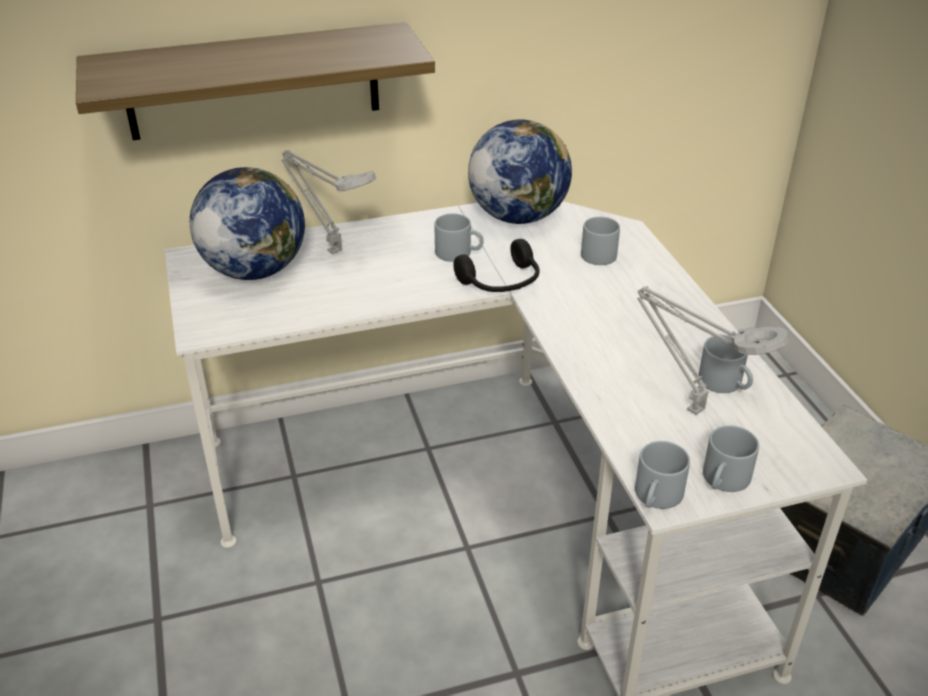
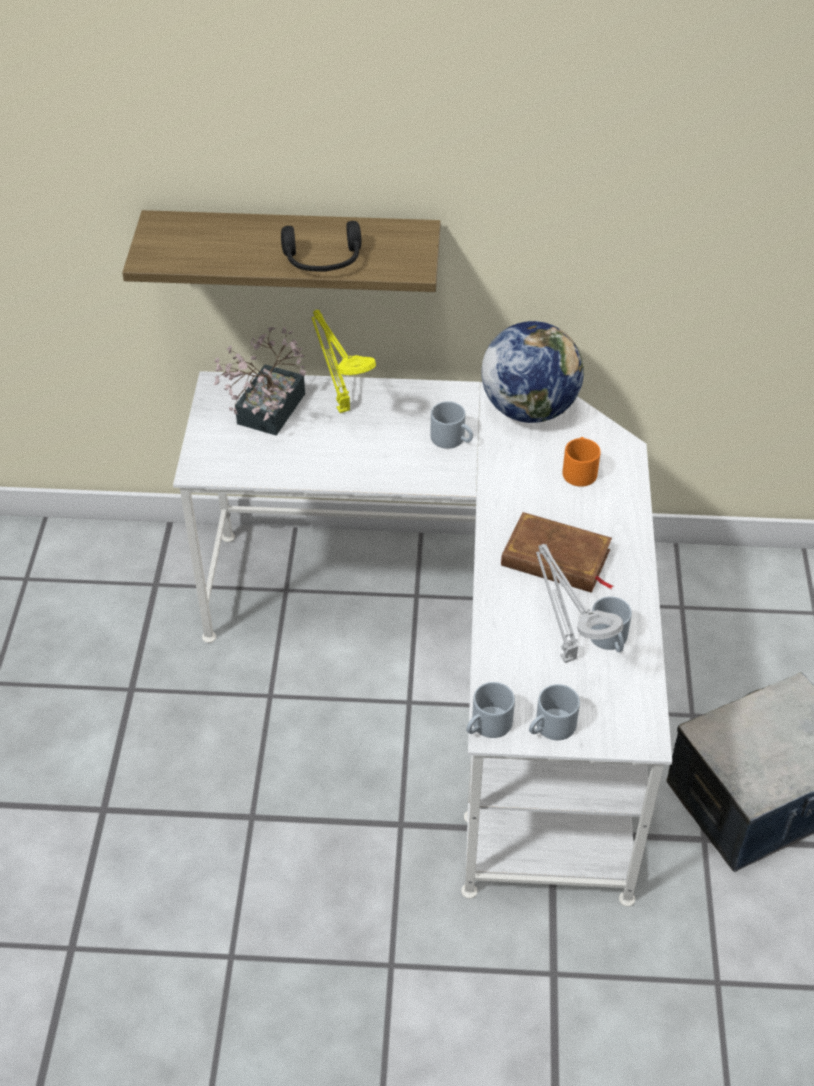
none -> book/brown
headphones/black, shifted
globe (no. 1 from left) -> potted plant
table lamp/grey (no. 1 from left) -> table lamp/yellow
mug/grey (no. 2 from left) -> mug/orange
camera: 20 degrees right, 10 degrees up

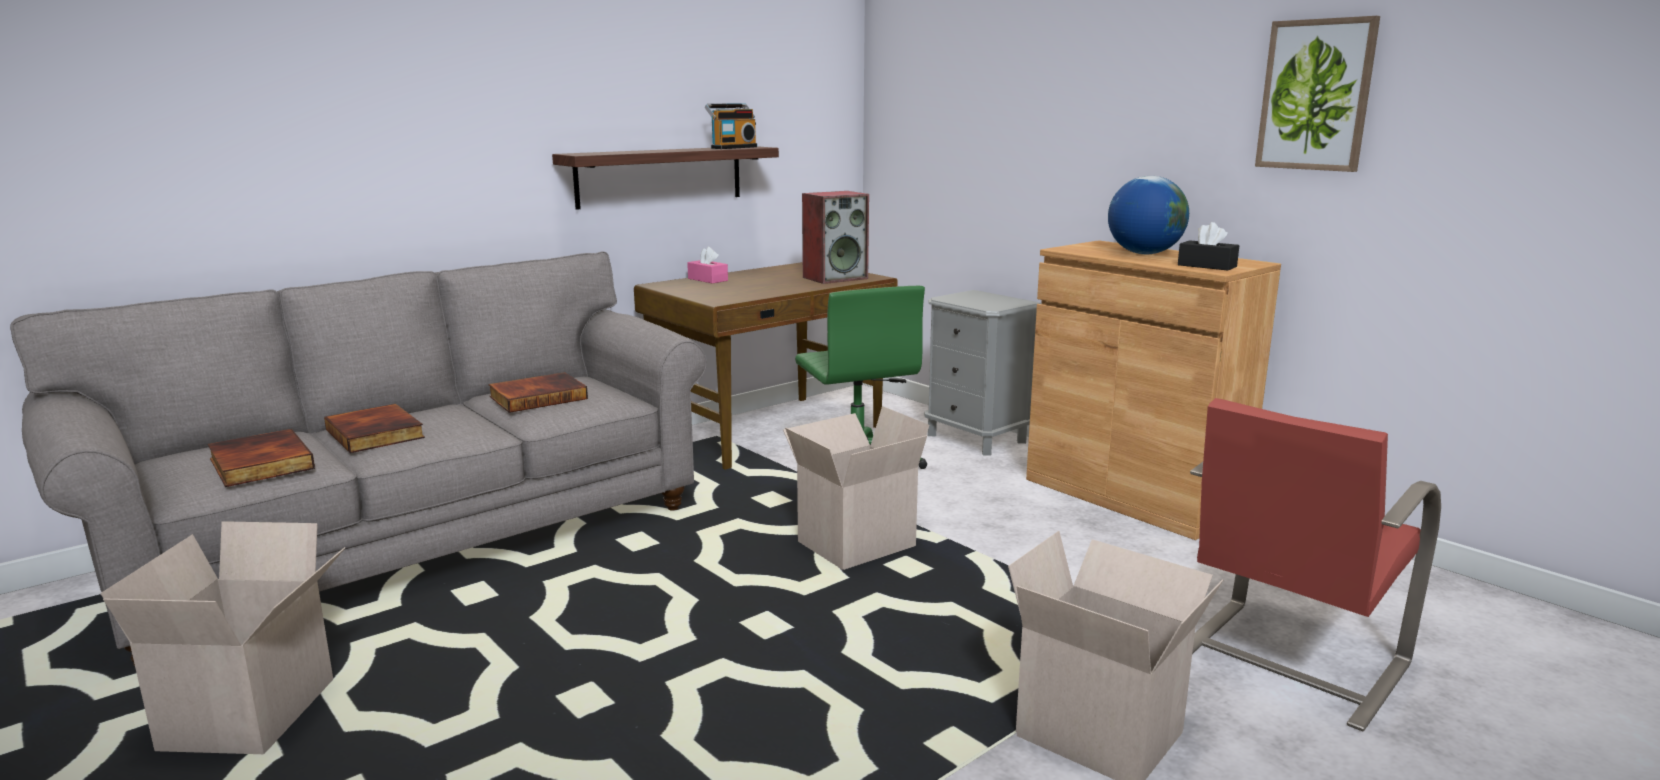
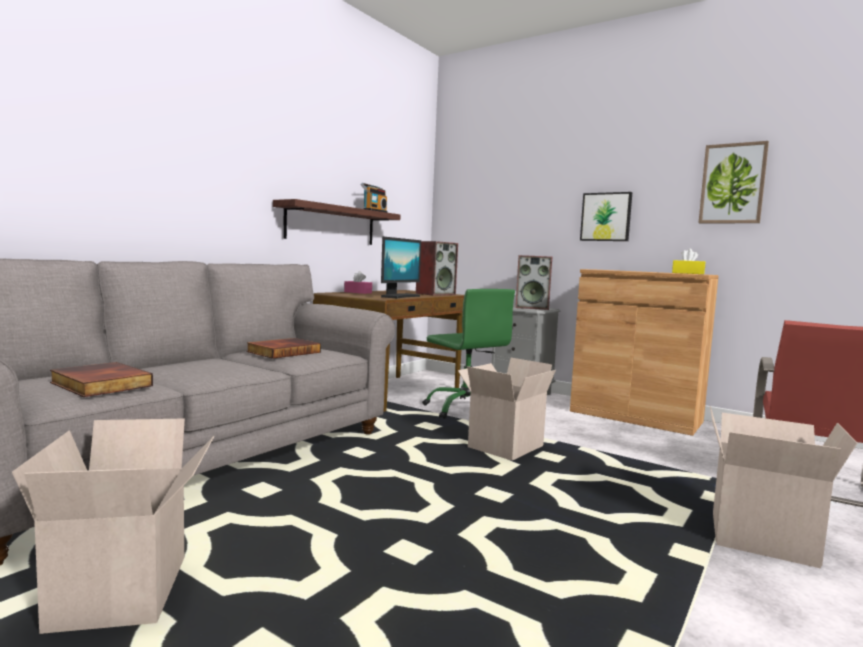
book (no. 2 from left) -> none
globe -> none
none -> monitor
none -> speaker (no. 2 from left)
none -> picture (no. 1 from left)
tissue box/black -> tissue box/yellow
camera: 15 degrees left, 10 degrees down

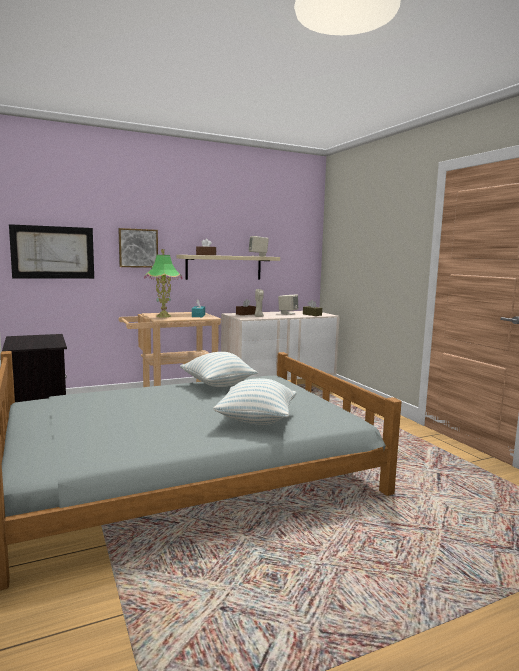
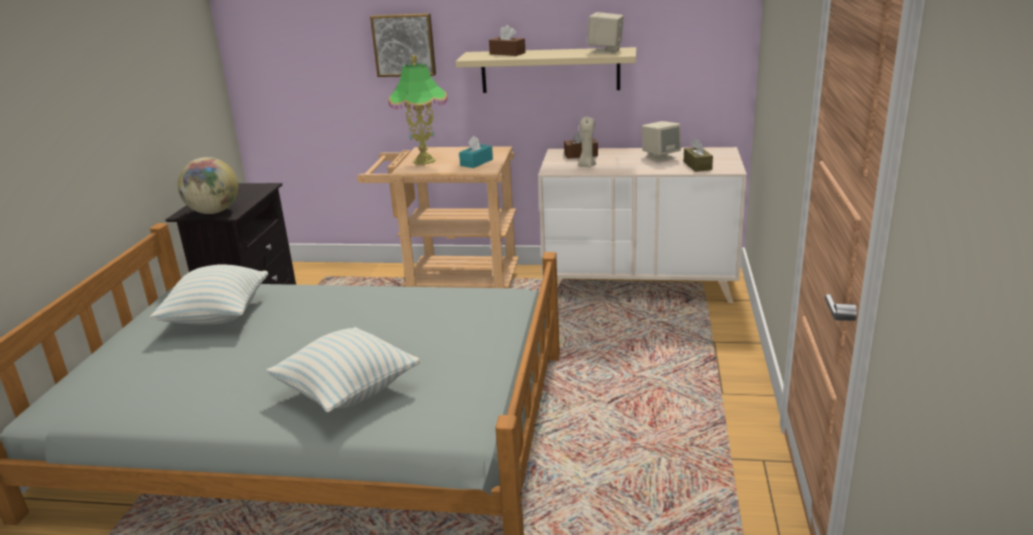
picture (no. 1 from left) -> none
none -> globe
pillow (no. 1 from left), shifted
camera: 35 degrees right, 15 degrees up

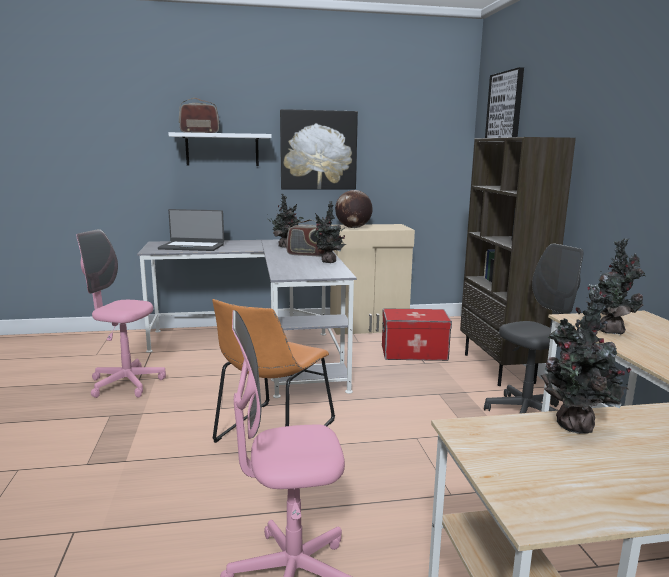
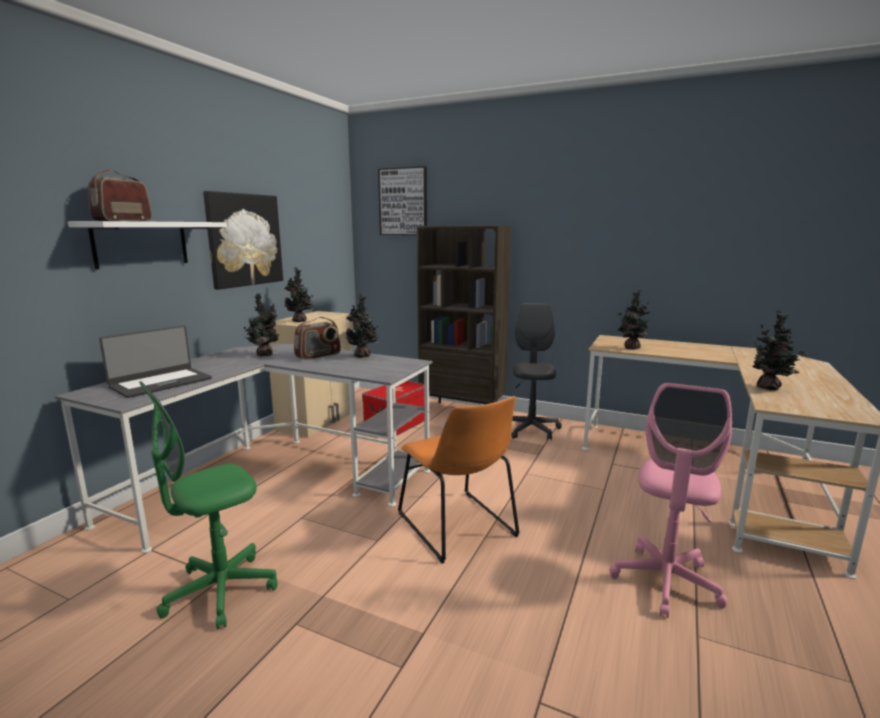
globe -> potted plant (no. 2 from left)
office chair/pink (no. 1 from left) -> office chair/green
camera: 55 degrees left, 0 degrees up

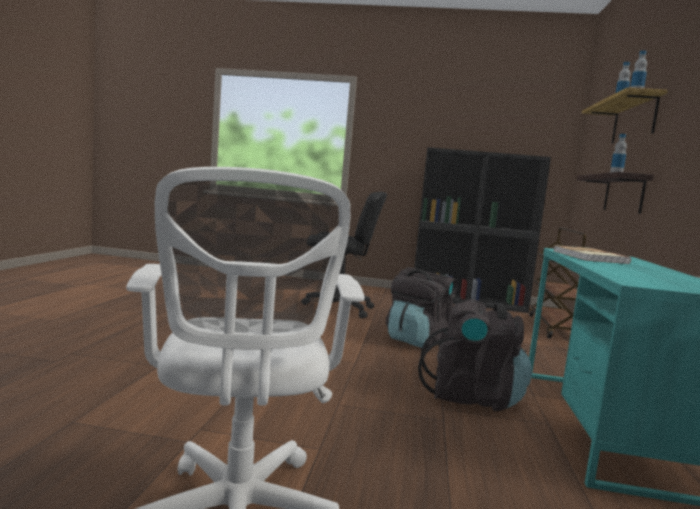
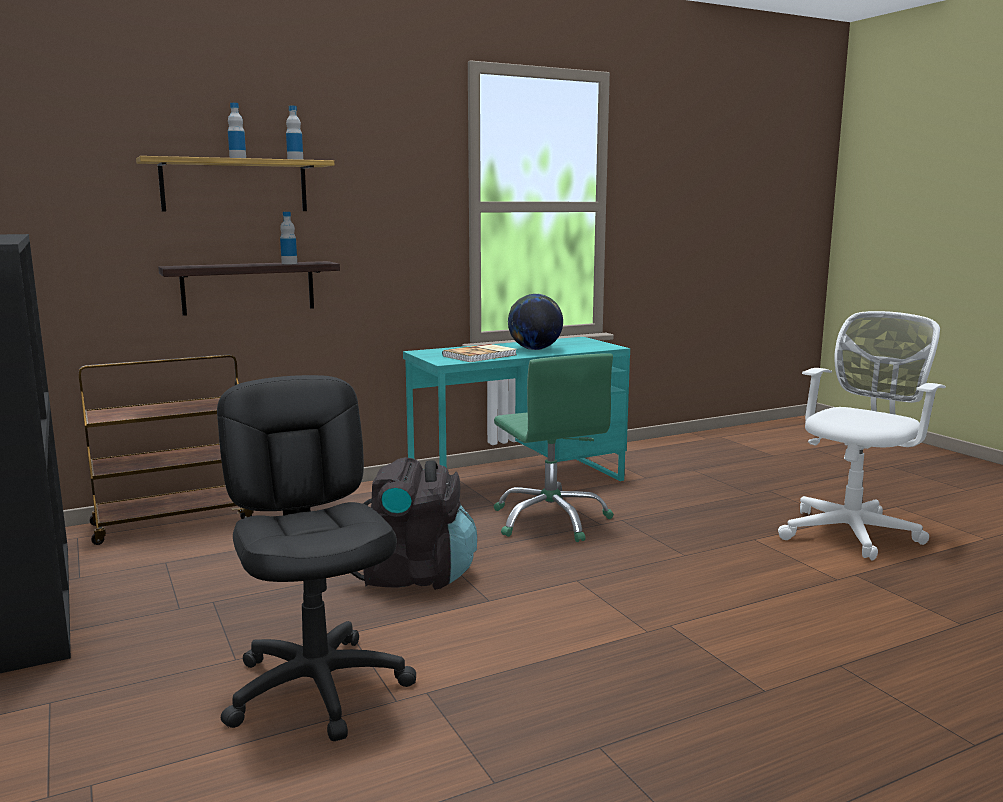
none -> globe
backpack/black (no. 2 from left) -> office chair/green
camera: 125 degrees left, 5 degrees up

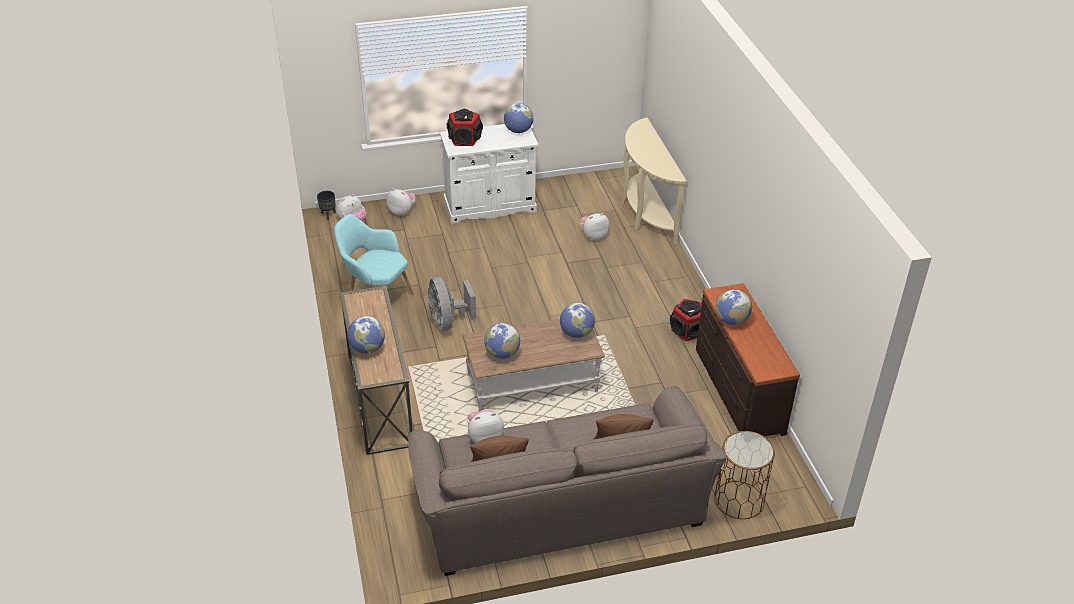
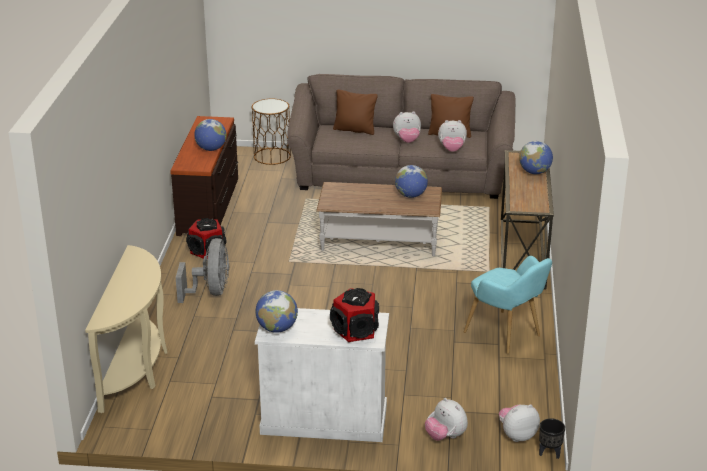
globe (no. 4 from left) -> none
fan/grey, shifted
plush toy (no. 4 from left in the first image) -> plush toy (no. 1 from left), shifted
camera: 160 degrees left, 10 degrees down

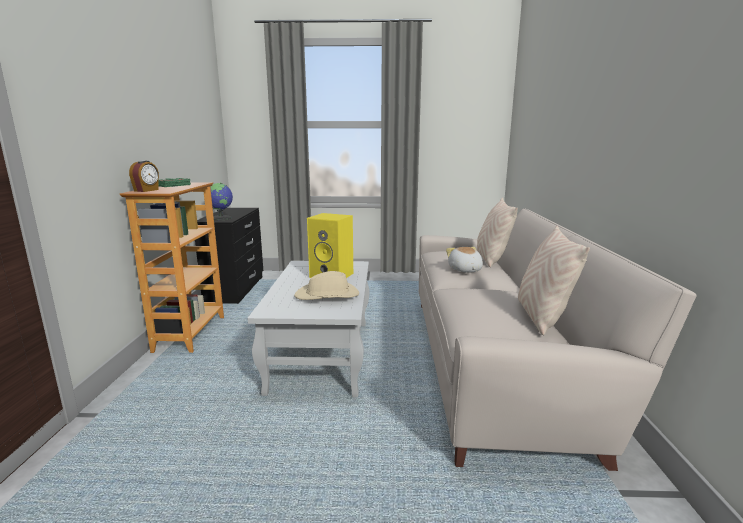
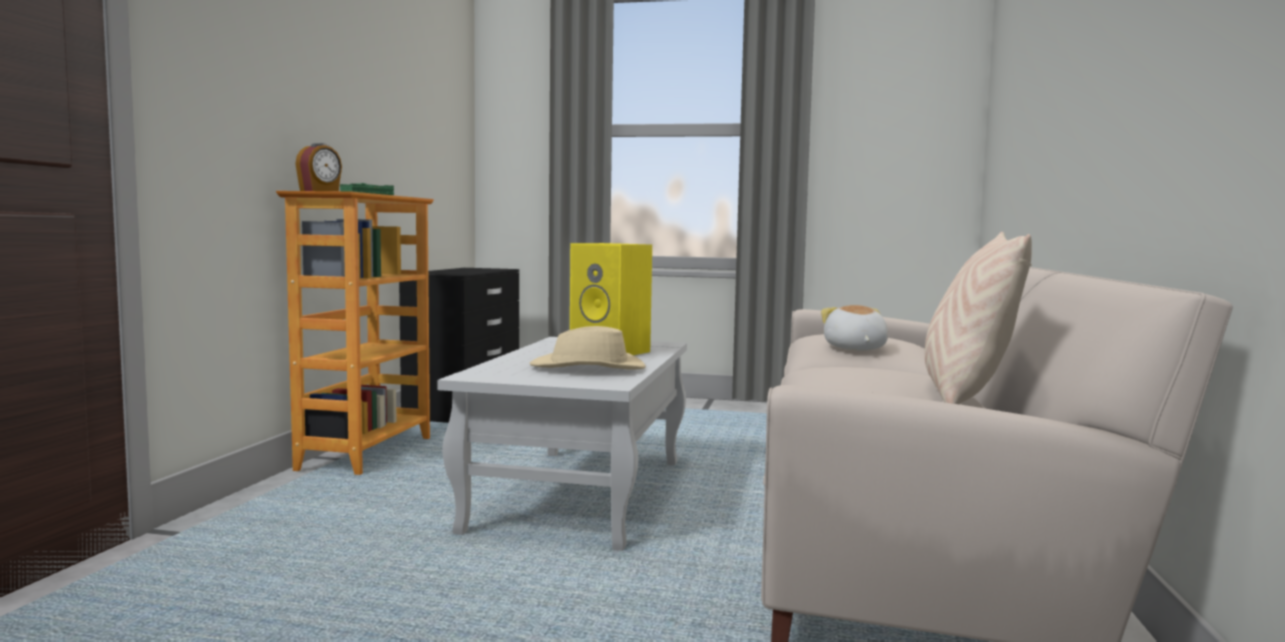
globe -> none
pillow/beige (no. 1 from left) -> none
camera: 10 degrees right, 10 degrees down

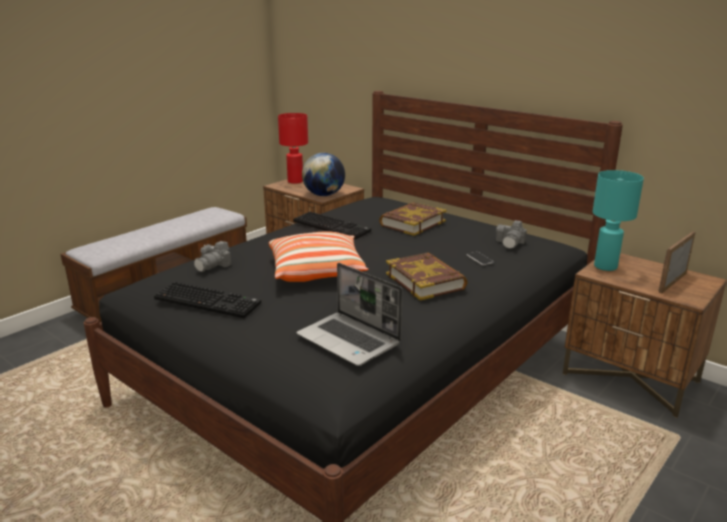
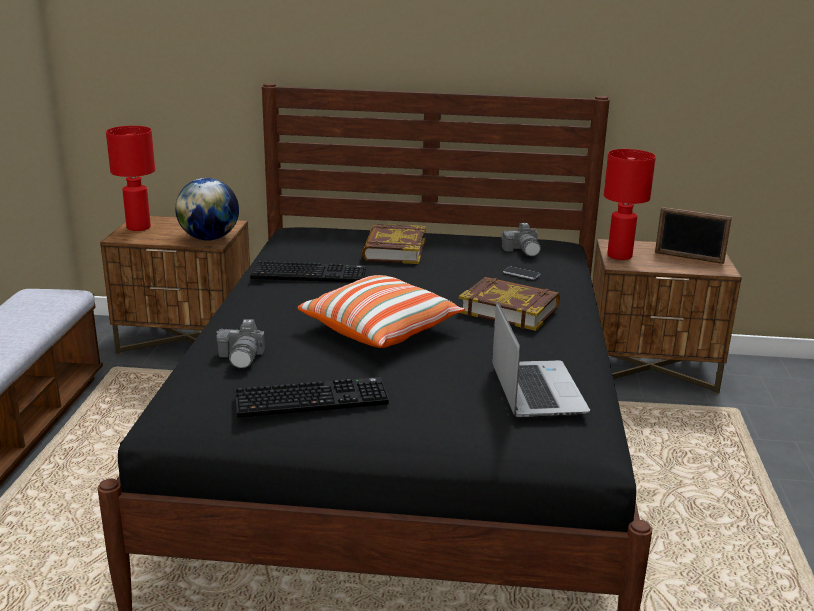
table lamp/turquoise -> table lamp/red (no. 2 from left)
laptop, 105 degrees counterclockwise
picture frame, 75 degrees counterclockwise
camera: 35 degrees left, 0 degrees up

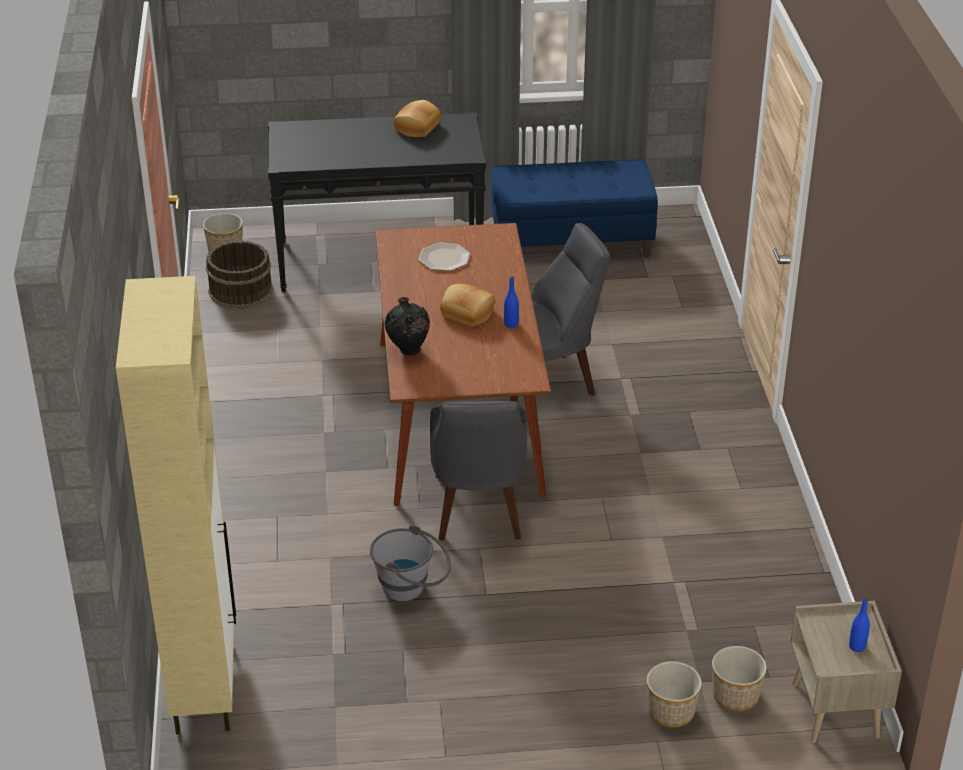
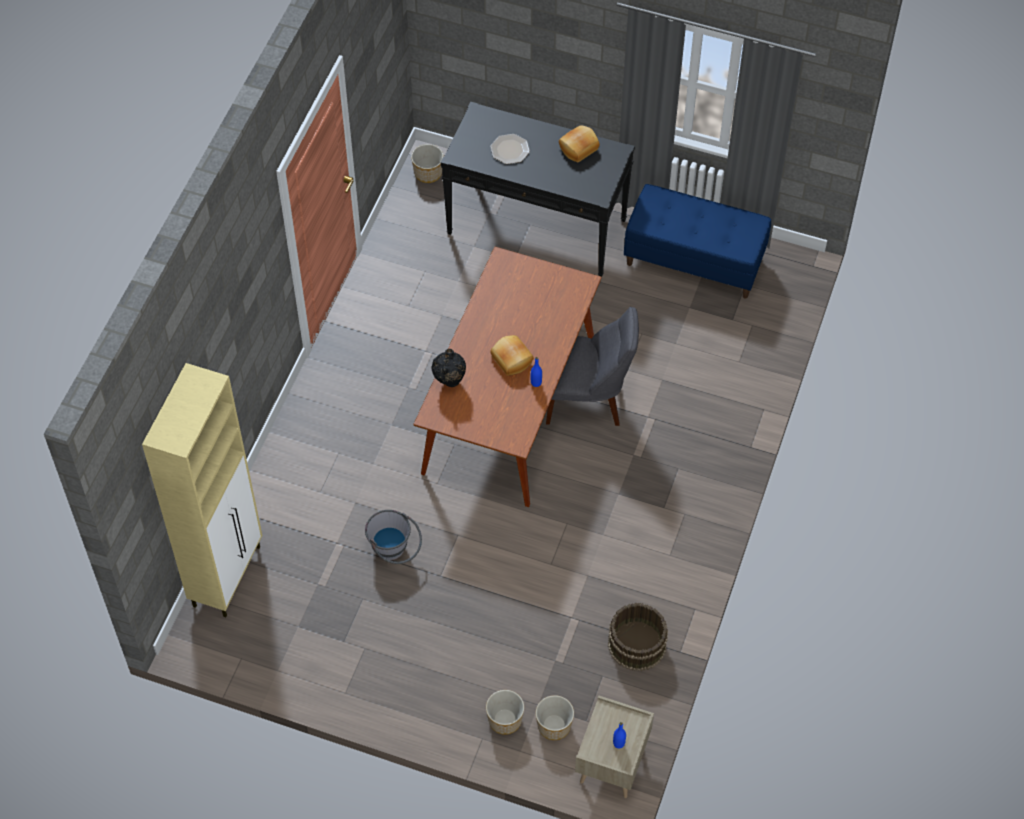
chair/grey (no. 1 from left) -> none
bucket/brown, shifted
plate, shifted
camera: 25 degrees right, 20 degrees up

